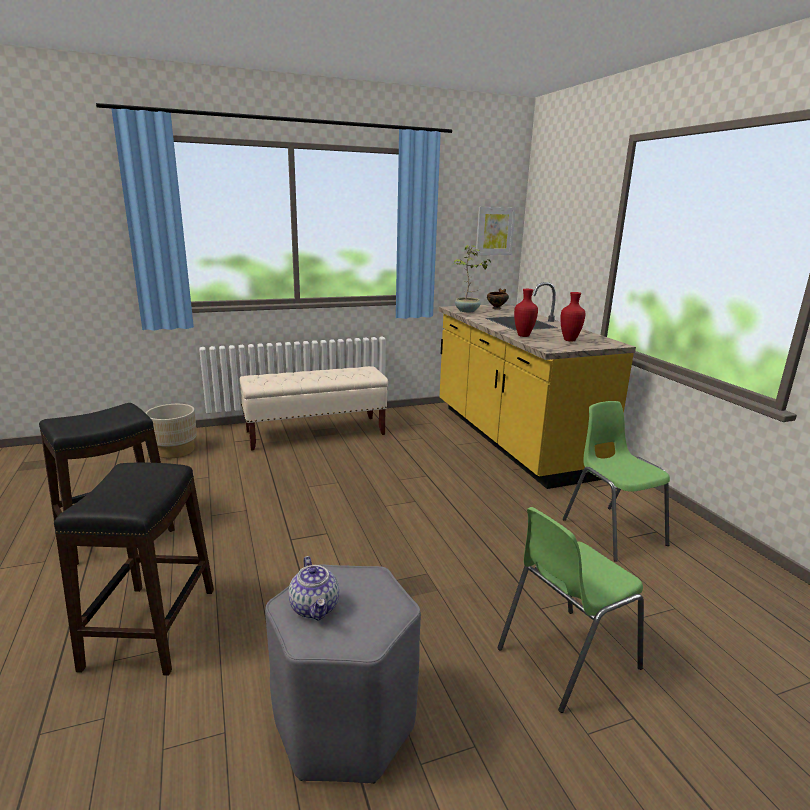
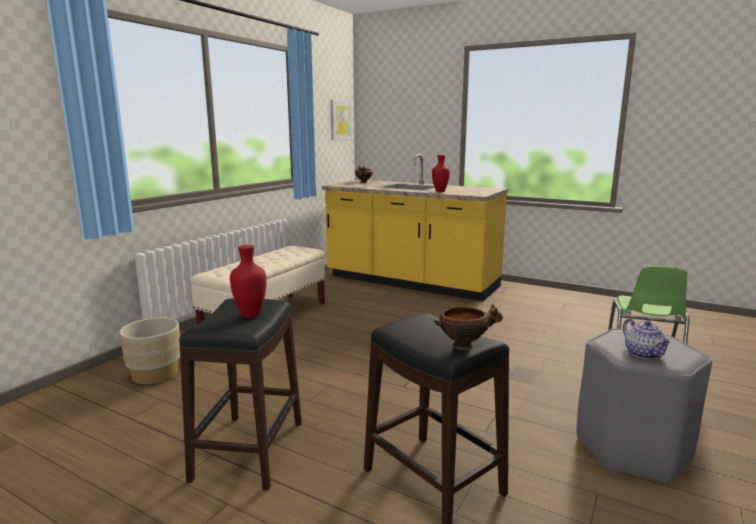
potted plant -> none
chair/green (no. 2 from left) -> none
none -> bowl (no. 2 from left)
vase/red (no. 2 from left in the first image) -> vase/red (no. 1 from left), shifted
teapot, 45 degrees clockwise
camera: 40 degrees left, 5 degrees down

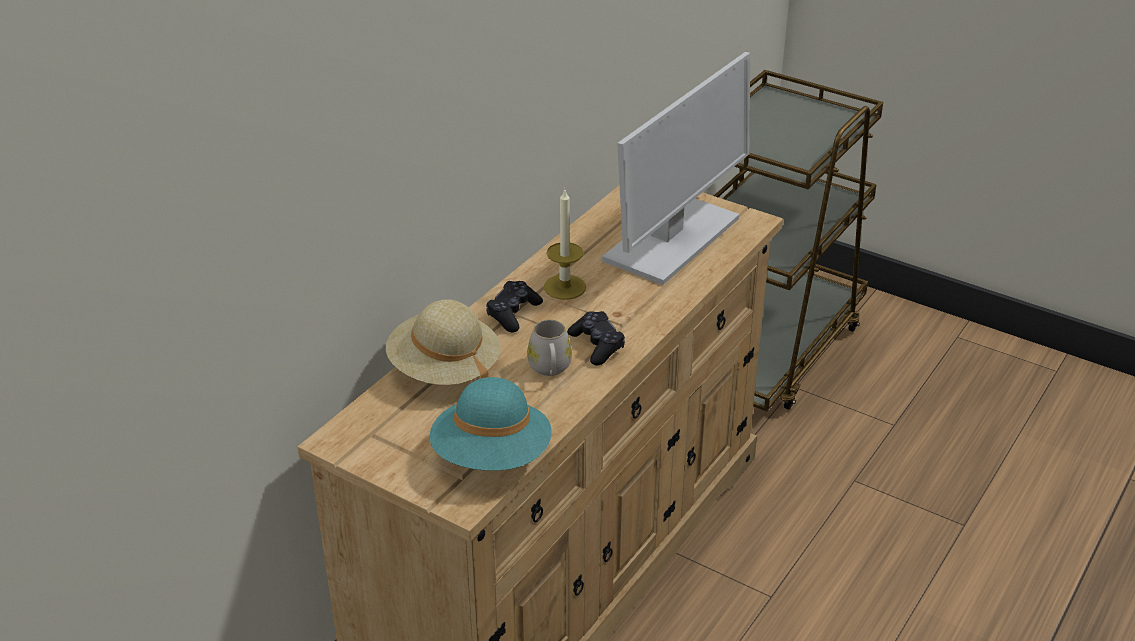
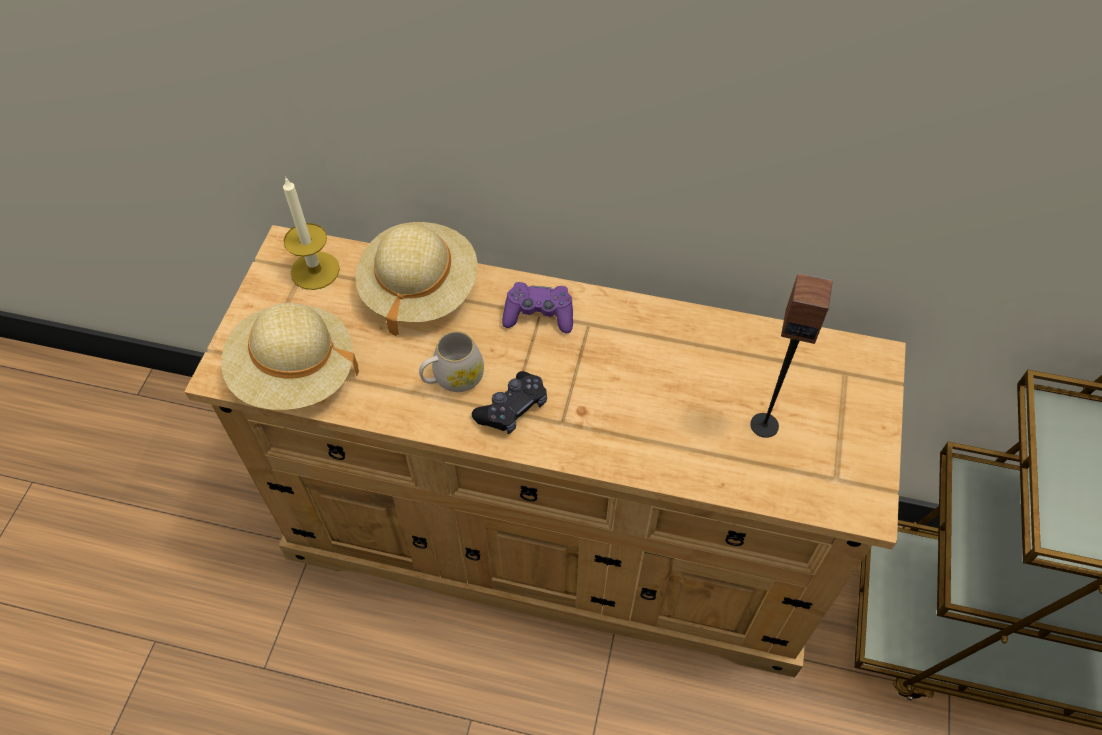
candle, shifted
monitor -> speaker
hat/turquoise -> hat/beige (no. 1 from left)
game controller/black (no. 1 from left) -> game controller/purple
camera: 70 degrees right, 20 degrees up

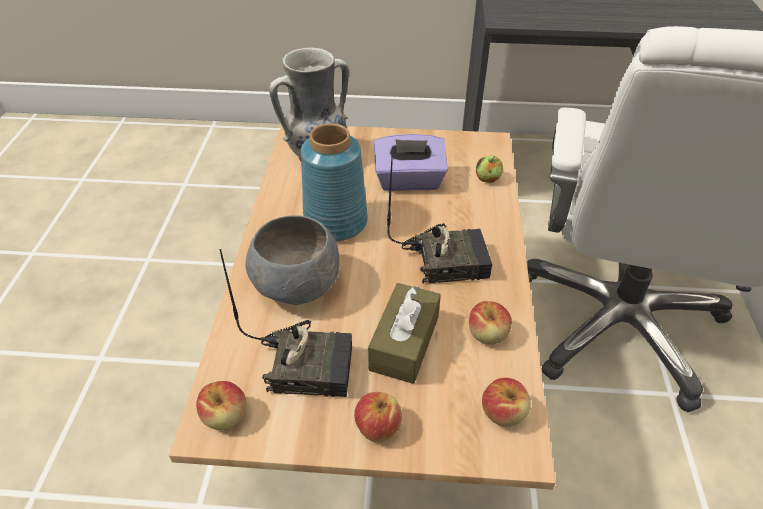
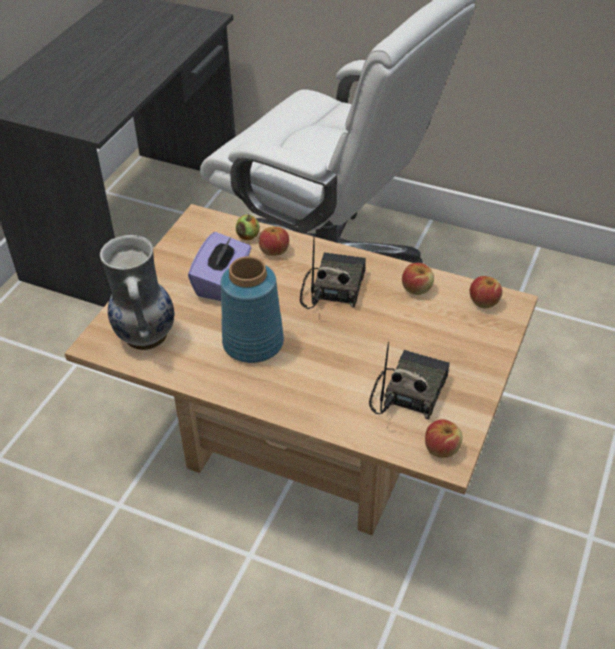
bowl/grey -> none
tissue box/brown -> none
apple (no. 2 from left), shifted
camera: 70 degrees left, 0 degrees up

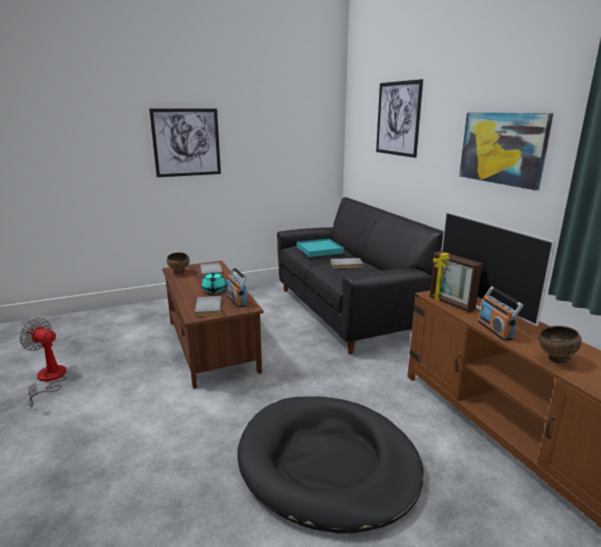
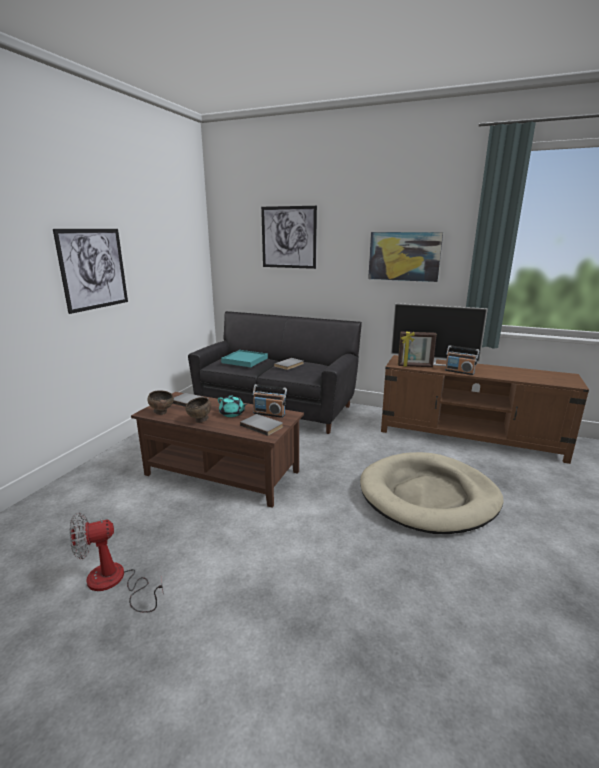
bowl/brown (no. 2 from left), shifted
dog bed/black -> dog bed/beige
camera: 45 degrees left, 0 degrees up

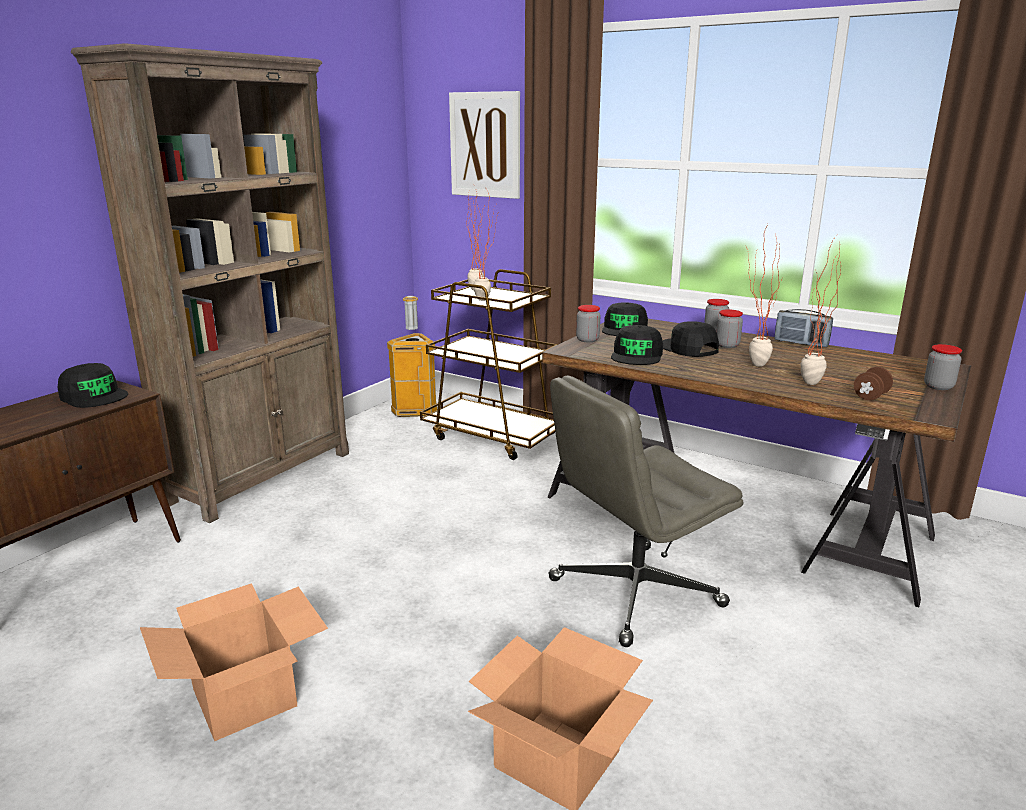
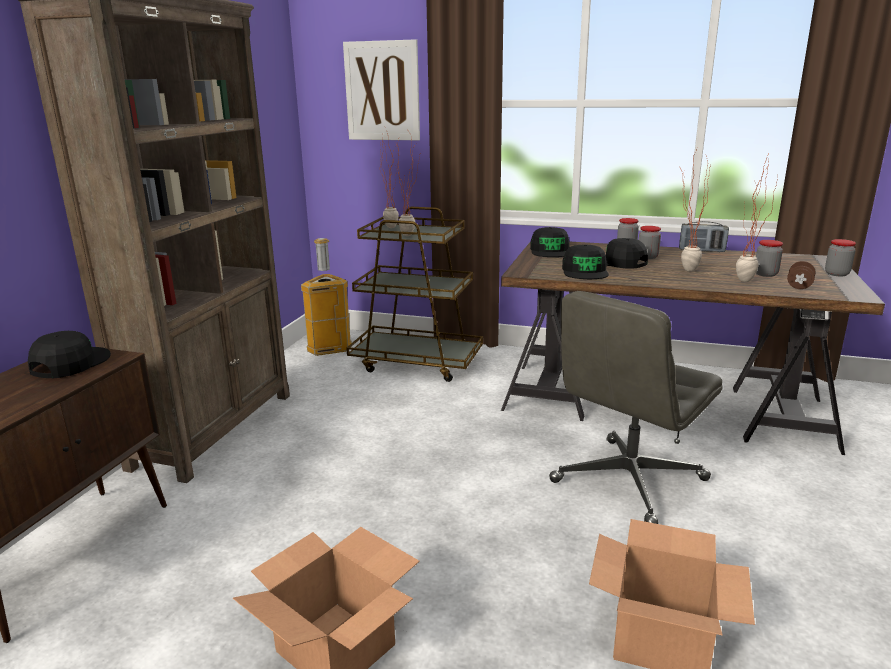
jar (no. 1 from left in the first image) -> jar (no. 3 from left), shifted
cap/black (no. 1 from left), 90 degrees counterclockwise
camera: 15 degrees left, 0 degrees up

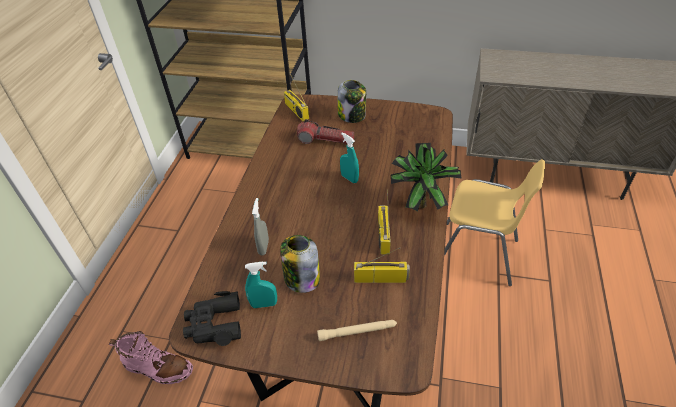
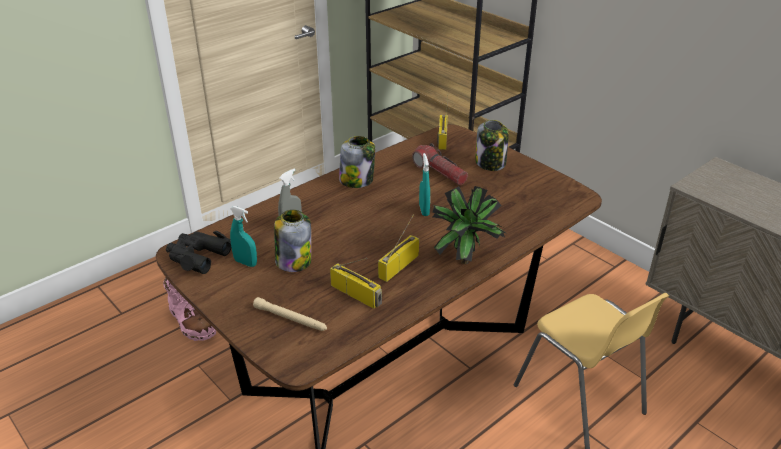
none -> jar (no. 2 from left)
camera: 35 degrees right, 10 degrees down

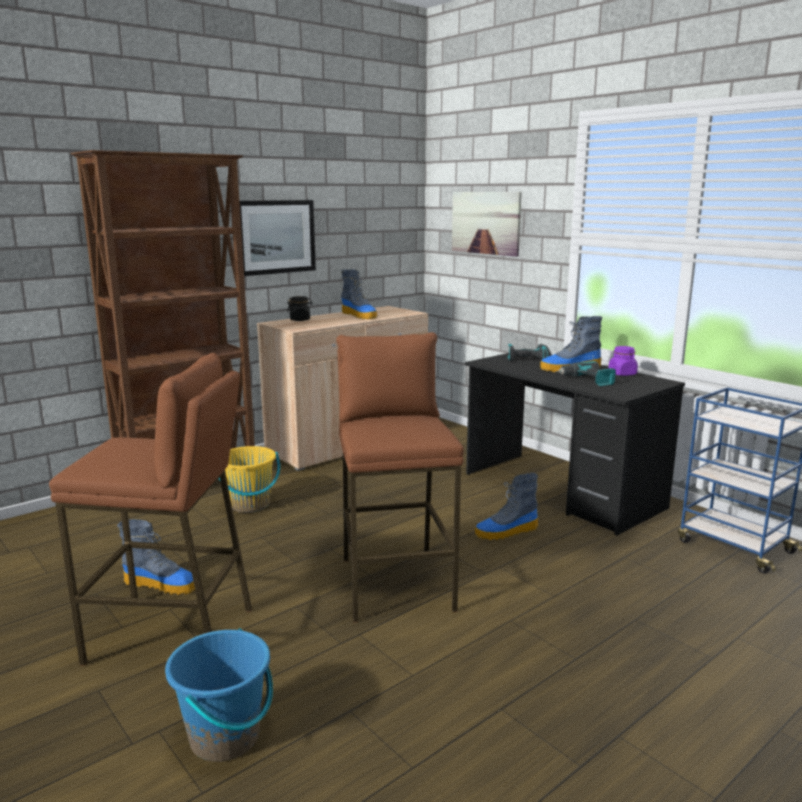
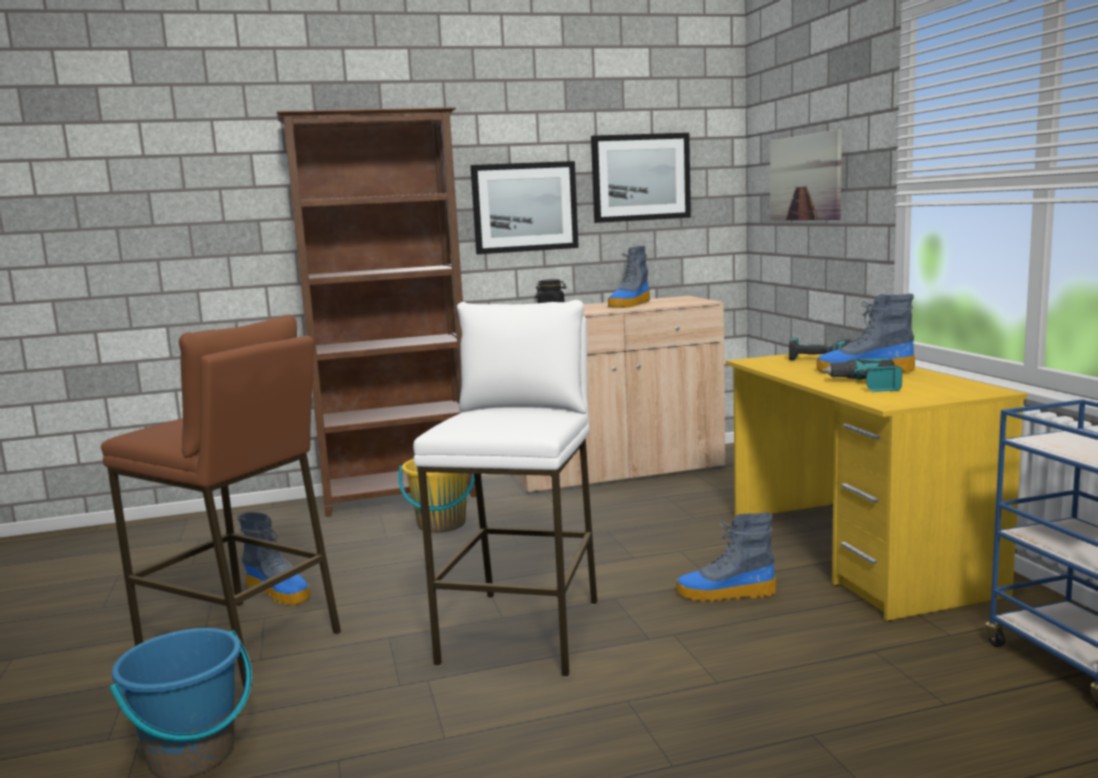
jar/purple -> none
none -> picture (no. 2 from left)
stool/brown (no. 2 from left) -> stool/white
desk/black -> desk/yellow
boot (no. 2 from left), 45 degrees clockwise
camera: 25 degrees right, 5 degrees down

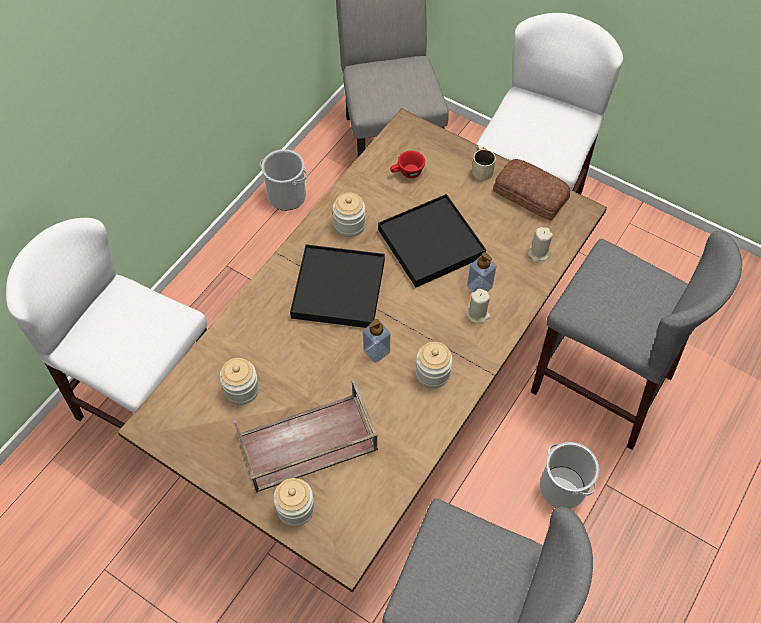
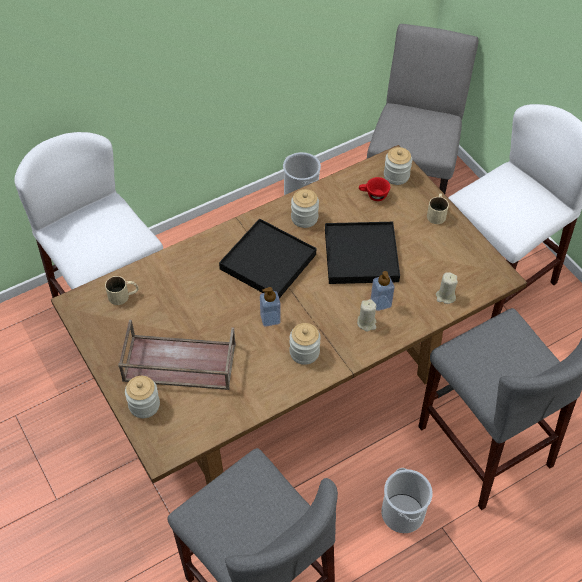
bread -> none
none -> mug/beige (no. 1 from left)
jar (no. 1 from left in the first image) -> jar (no. 4 from left), shifted
camera: 25 degrees right, 5 degrees down

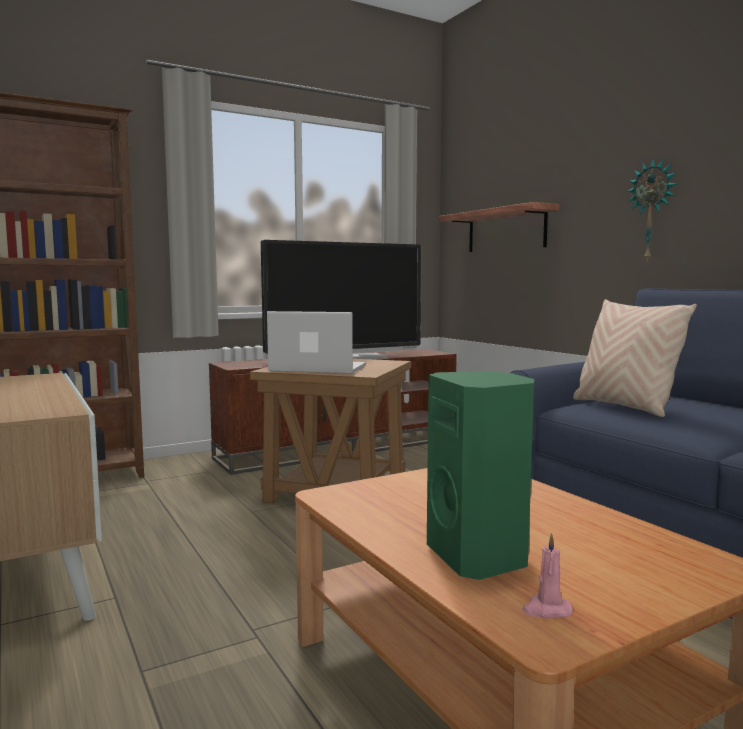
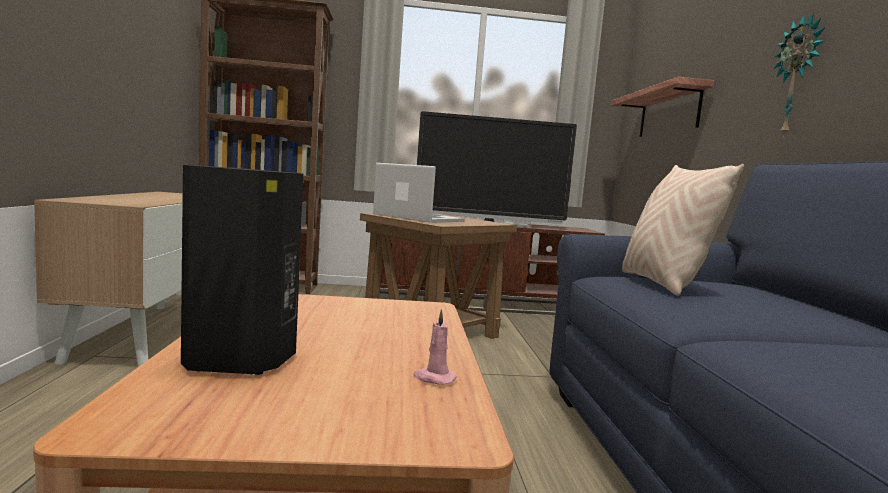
candle/pink, shifted
speaker/green -> speaker/black
camera: 25 degrees right, 0 degrees up

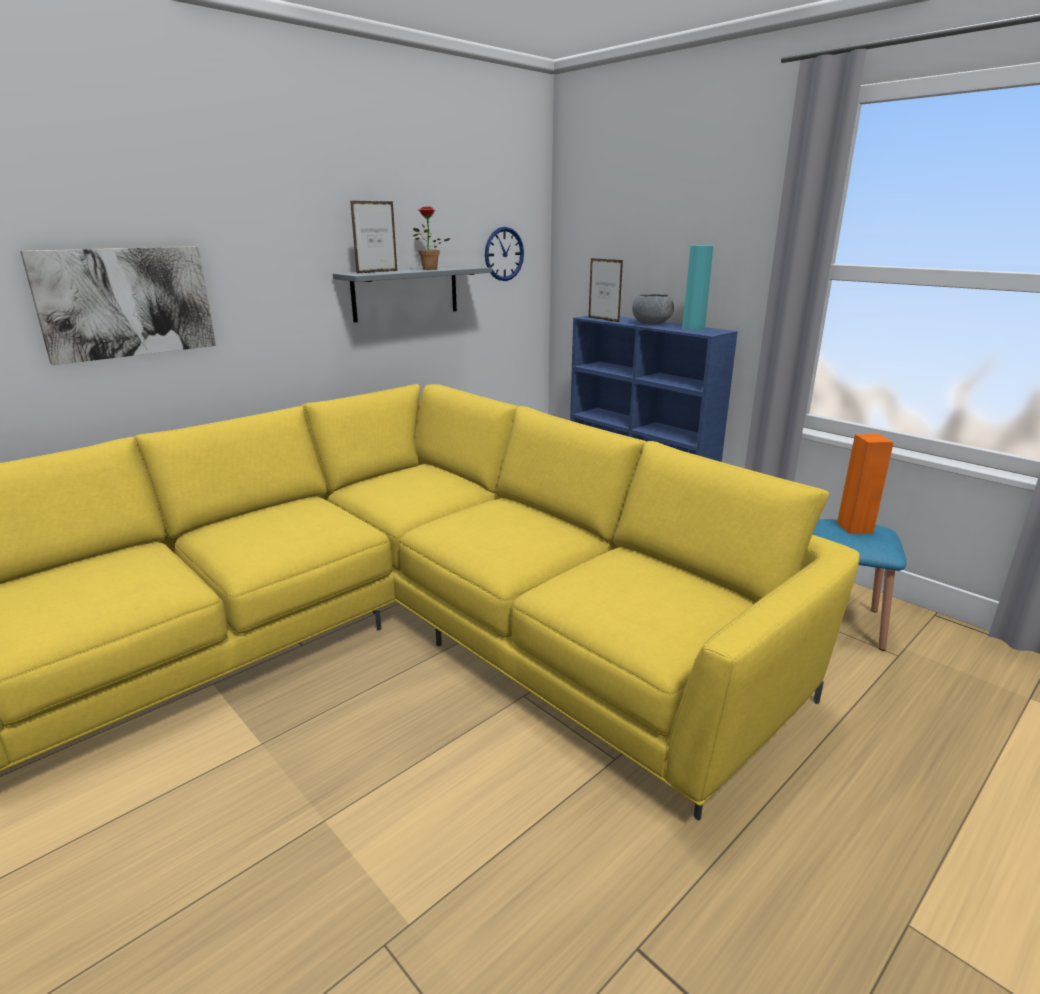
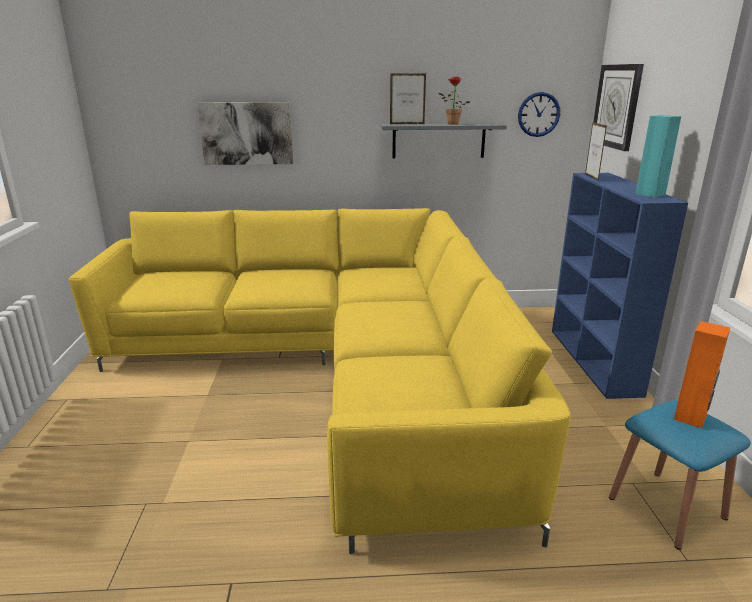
bowl/grey -> none
none -> wall clock (no. 2 from left)
camera: 40 degrees right, 0 degrees up

